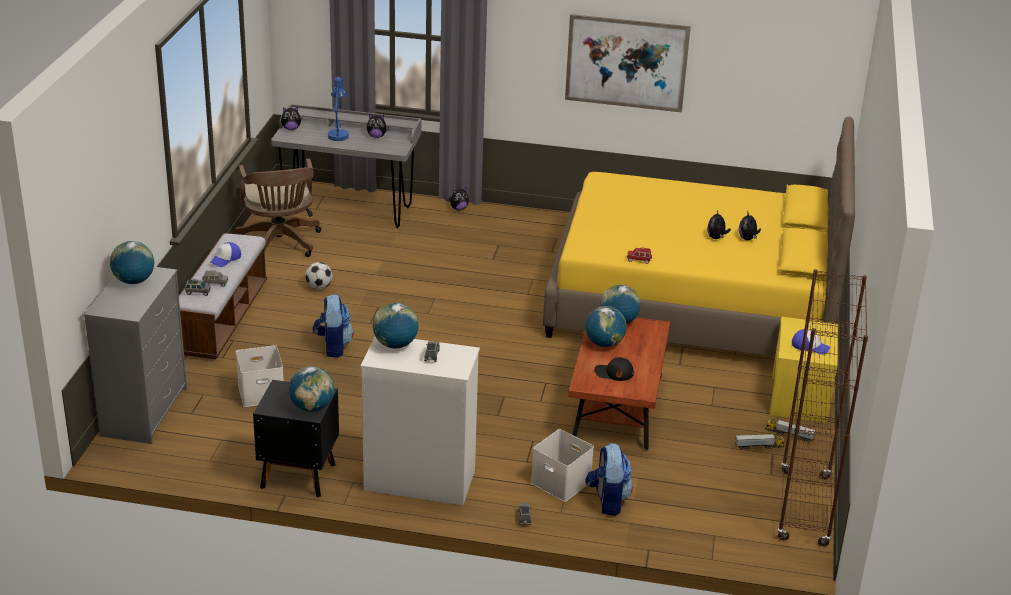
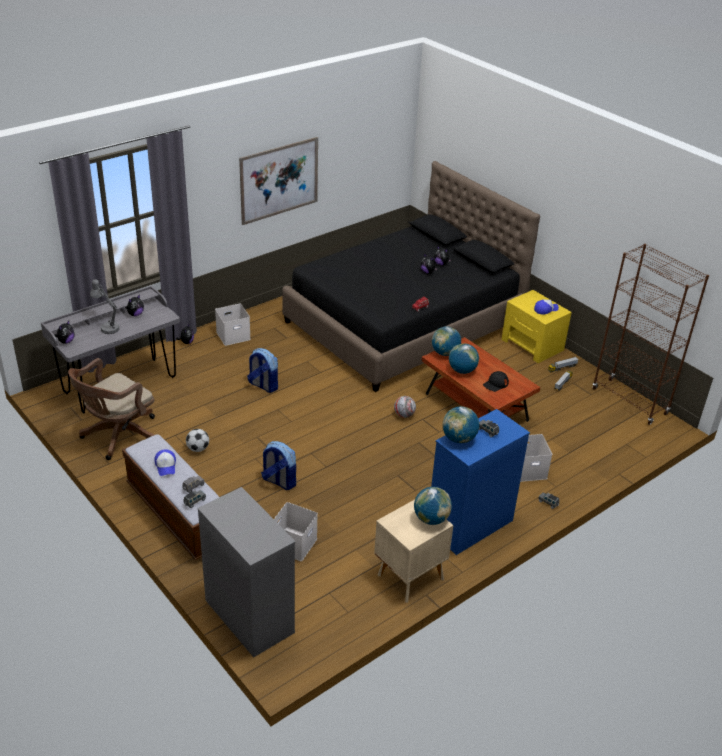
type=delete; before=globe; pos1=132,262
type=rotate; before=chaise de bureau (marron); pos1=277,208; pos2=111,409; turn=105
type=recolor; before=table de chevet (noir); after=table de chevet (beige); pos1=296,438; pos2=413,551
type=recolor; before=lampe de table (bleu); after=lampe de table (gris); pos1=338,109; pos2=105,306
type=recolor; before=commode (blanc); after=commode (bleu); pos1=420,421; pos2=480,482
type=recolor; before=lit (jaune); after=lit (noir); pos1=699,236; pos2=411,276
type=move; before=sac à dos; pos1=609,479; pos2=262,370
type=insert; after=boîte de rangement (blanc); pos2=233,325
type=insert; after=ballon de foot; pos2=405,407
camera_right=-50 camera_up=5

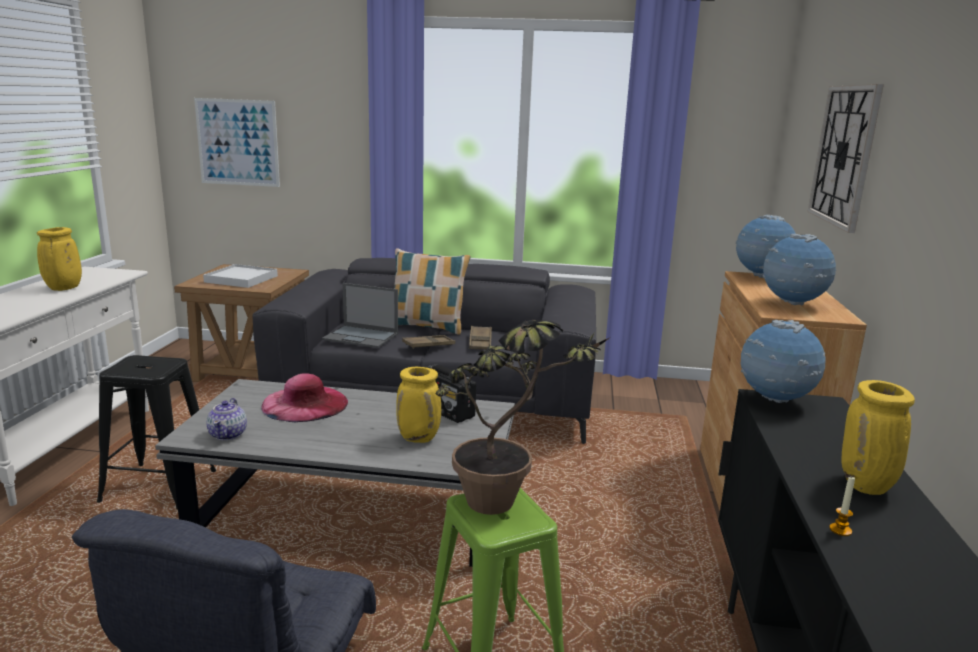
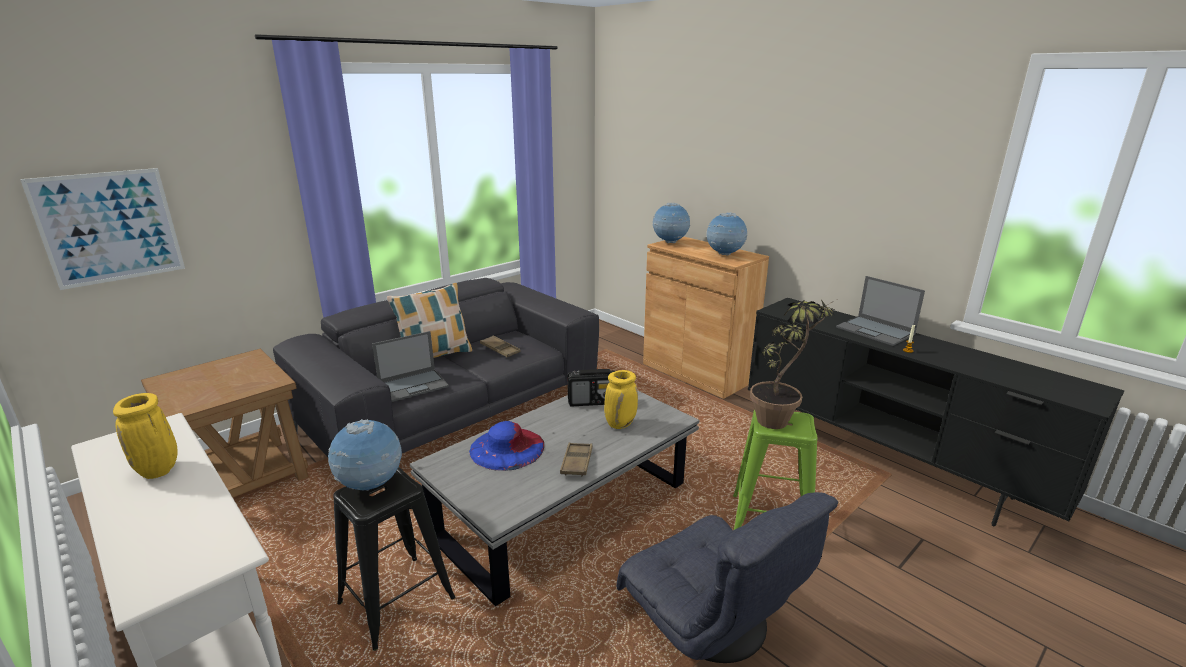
type=delete; before=plateau (blanc); pos1=240,276
type=delete; before=théière; pos1=226,419
type=recolor; before=chapeau (rose); after=chapeau (bleu); pos1=304,398; pos2=506,446
type=move; before=plateau (marron); pos1=428,342; pos2=576,459
type=move; before=globe; pos1=783,361; pos2=365,455
type=delete; before=horloge murale; pos1=845,158
type=replace; before=vase (jaune); after=ordinateur portable; pos1=878,437; pos2=880,311
camera_right=-50 camera_up=5

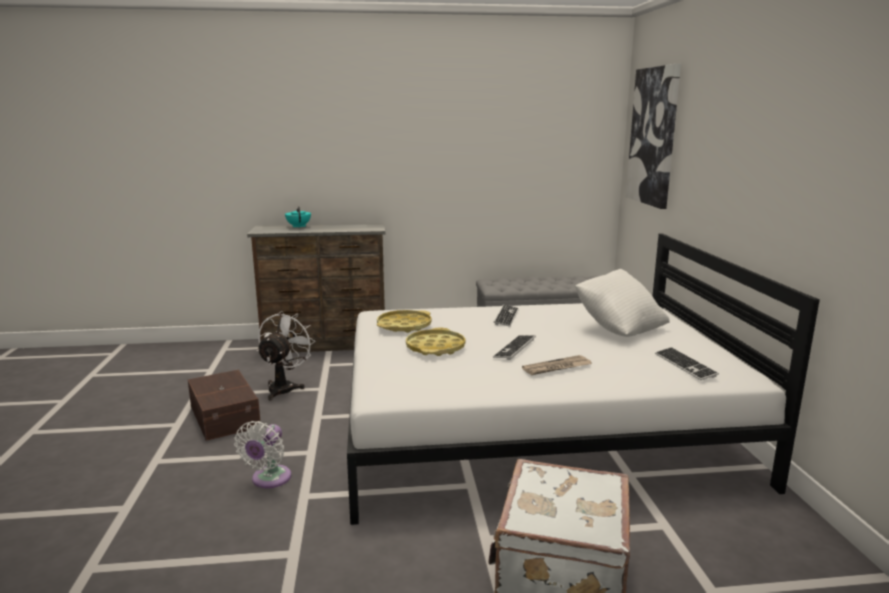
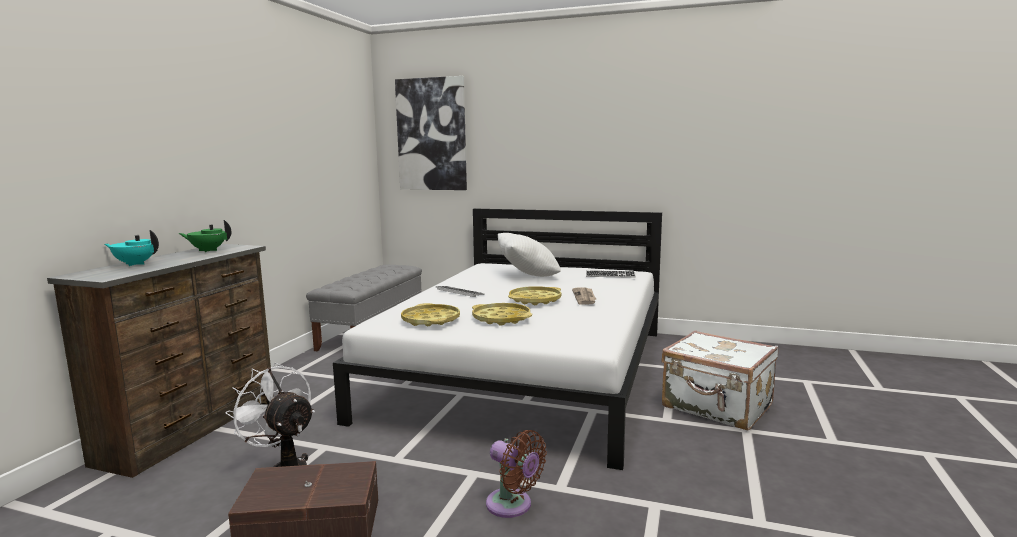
type=recolor; before=ventilateur (blanc); after=ventilateur (marron); pos1=262,454; pos2=516,474
type=replace; before=clavier; after=plateau (jaune); pos1=514,348; pos2=534,295
type=insert; after=théière (vert); pos2=205,236
camera_right=-65 camera_up=-5

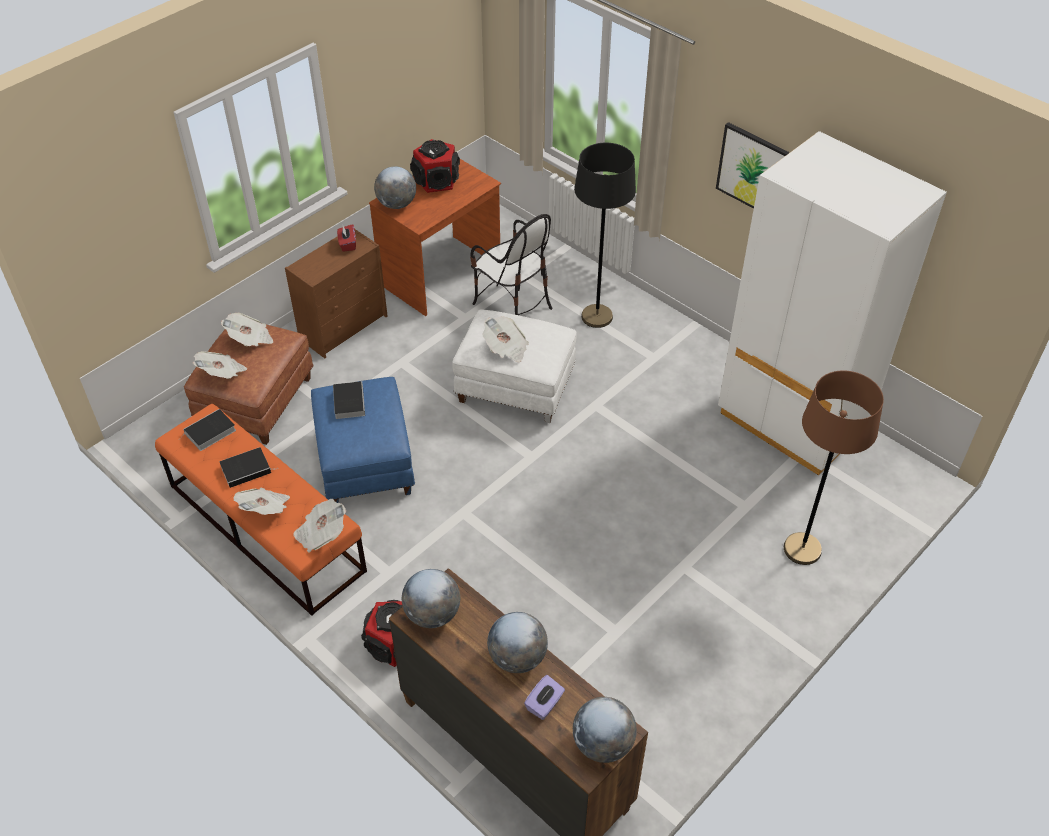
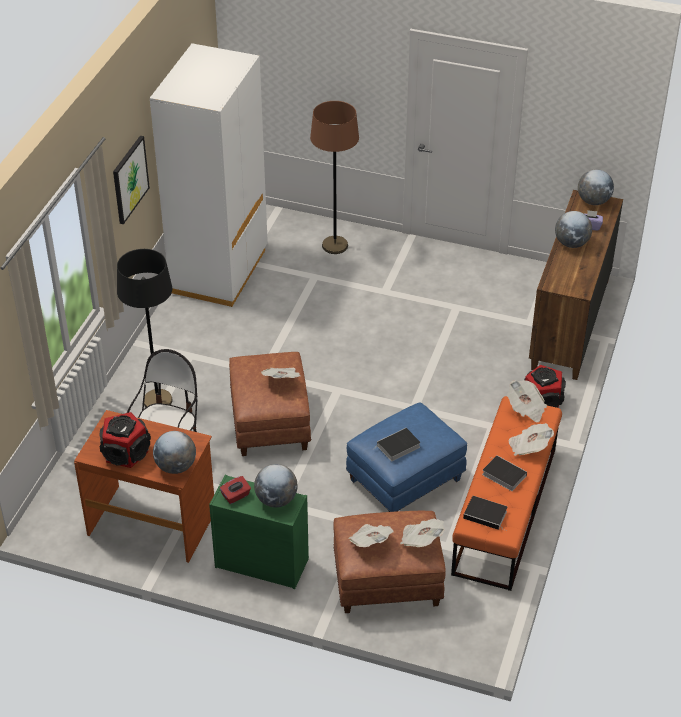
type=recolor; before=commode (marron); after=commode (vert); pos1=336,293; pos2=259,532
type=move; before=globe; pos1=431,598; pos2=276,485
type=recolor; before=pouf (blanc); after=pouf (marron); pos1=514,366; pos2=270,404
camera_right=-115 camera_up=-5

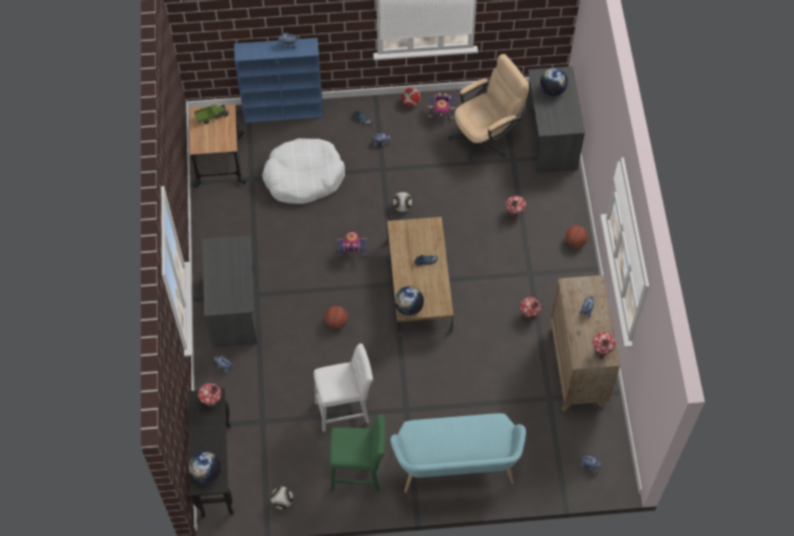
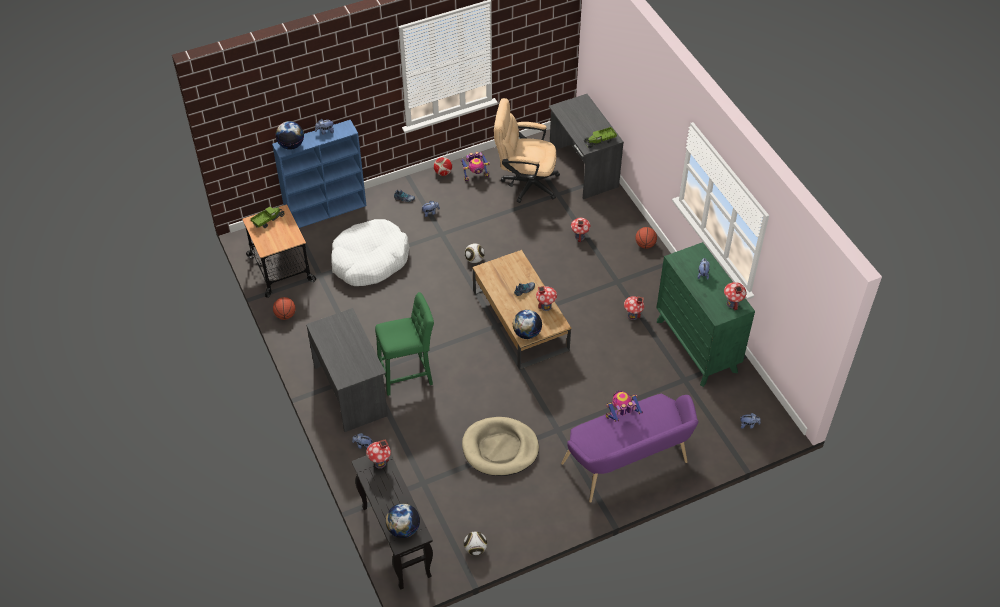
type=replace; before=tabouret (blanc); after=panier pour chien (beige); pos1=343,387; pos2=500,446
type=move; before=ballon de basket; pos1=336,317; pos2=284,308
type=move; before=tabouret (vert); pos1=358,453; pos2=404,344
type=move; before=robot jouet; pos1=352,243; pos2=624,406
type=recolor; before=banc (turquoise); after=banc (violet); pos1=458,453; pos2=629,448
type=rotate; before=chaise de bureau (beige); pos1=488,109; pos2=527,150; turn=-120
type=move; before=globe; pos1=554,82; pos2=290,135
type=recolor; before=commode (marron); after=commode (vert); pos1=584,343; pos2=706,314
type=insert; after=maison miniature; pos2=546,298
type=insert; after=camion jouet; pos2=600,138
camera_right=-20 camera_up=-10

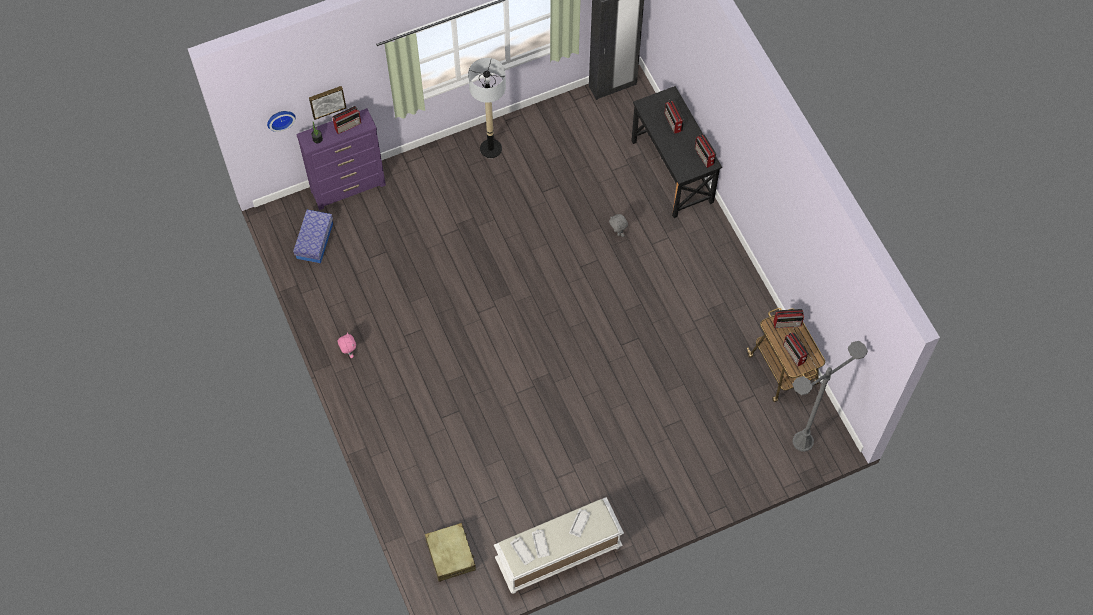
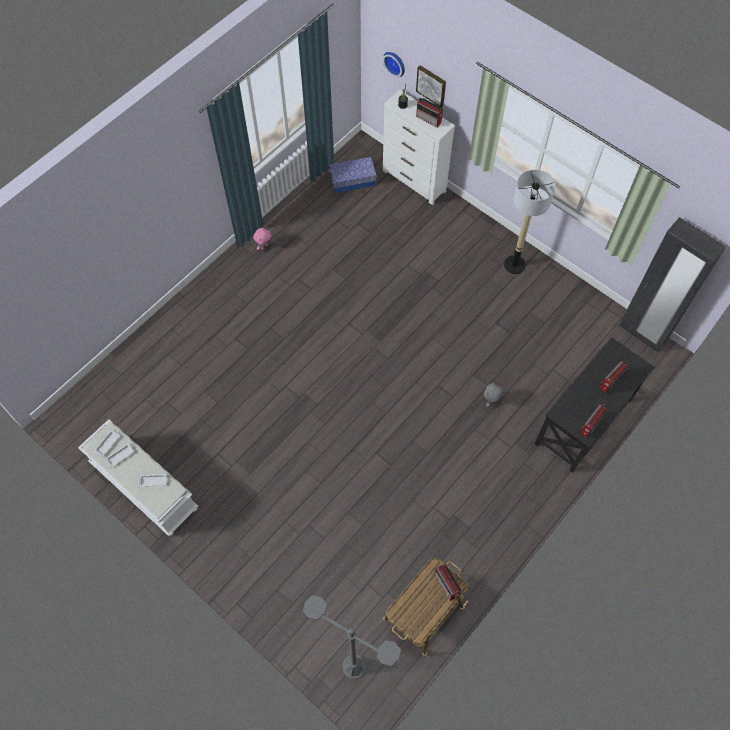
type=recolor; before=commode (violet); after=commode (blanc); pos1=341,159; pos2=419,147
type=delete; before=valise (beige); pos1=450,552
type=delete; before=radio; pos1=795,349
camera_right=65 camera_up=0

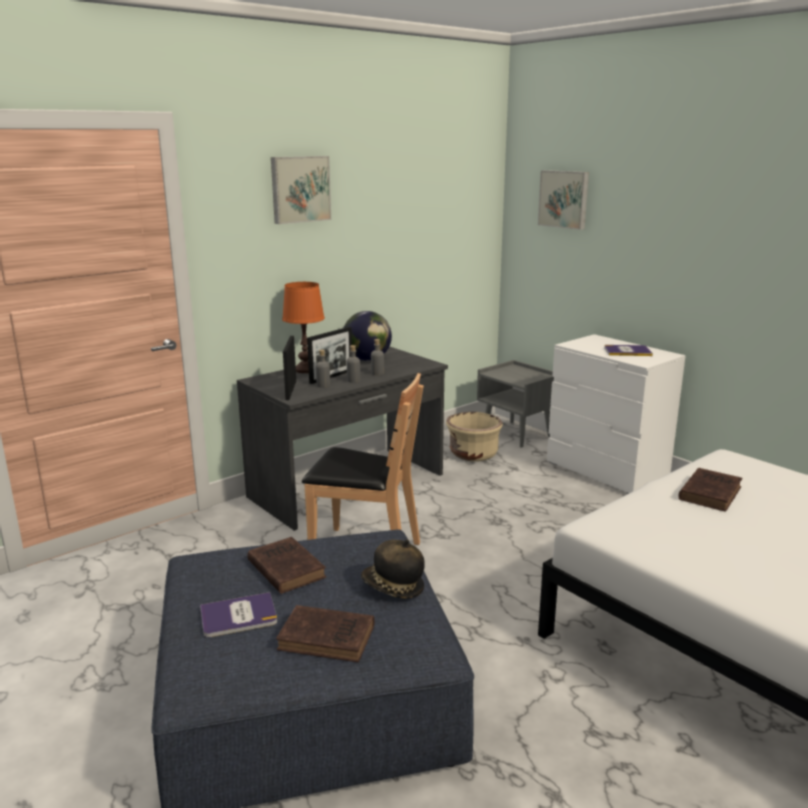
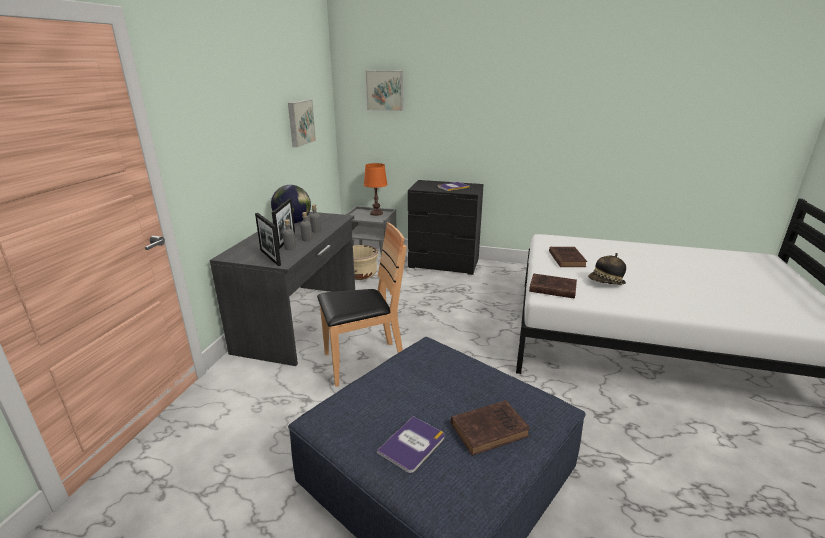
type=move; before=livre (marron); pos1=287,565; pos2=553,286
type=move; before=tableau; pos1=301,190; pos2=302,123
type=move; before=lampe de table (orange); pos1=303,327; pos2=376,189
type=move; before=chapeau; pos1=393,569; pos2=607,269
type=recolor; before=commode (blanc); after=commode (noir); pos1=616,414; pos2=446,227
camera_right=-35 camera_up=5

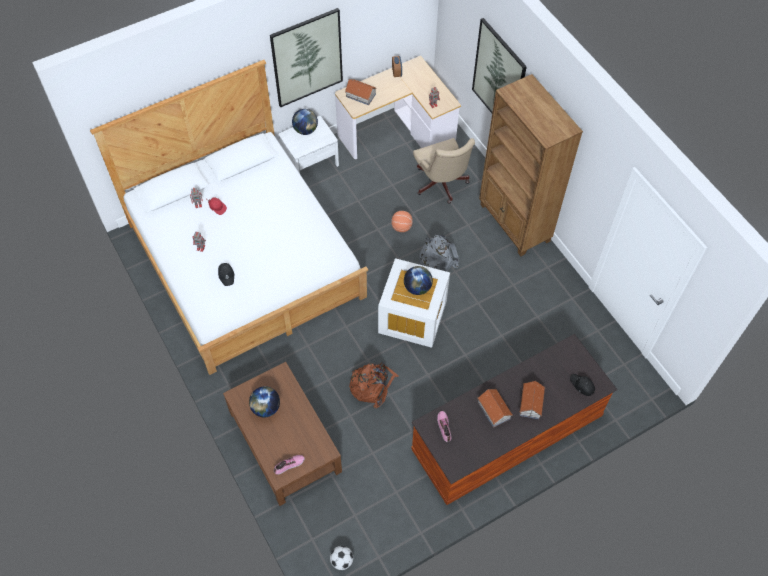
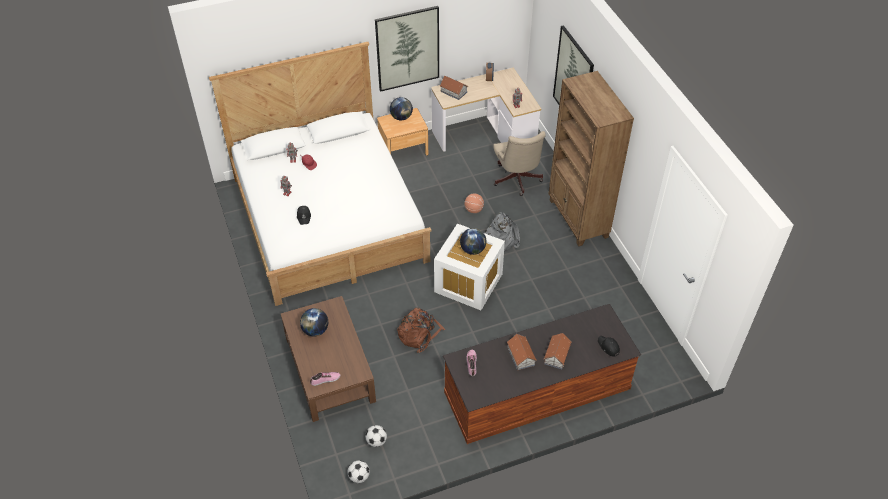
type=recolor; before=table de chevet (blanc); after=table de chevet (marron); pos1=309,144; pos2=402,132
type=insert; after=ballon de foot; pos2=376,436
camera_right=10 camera_up=-10

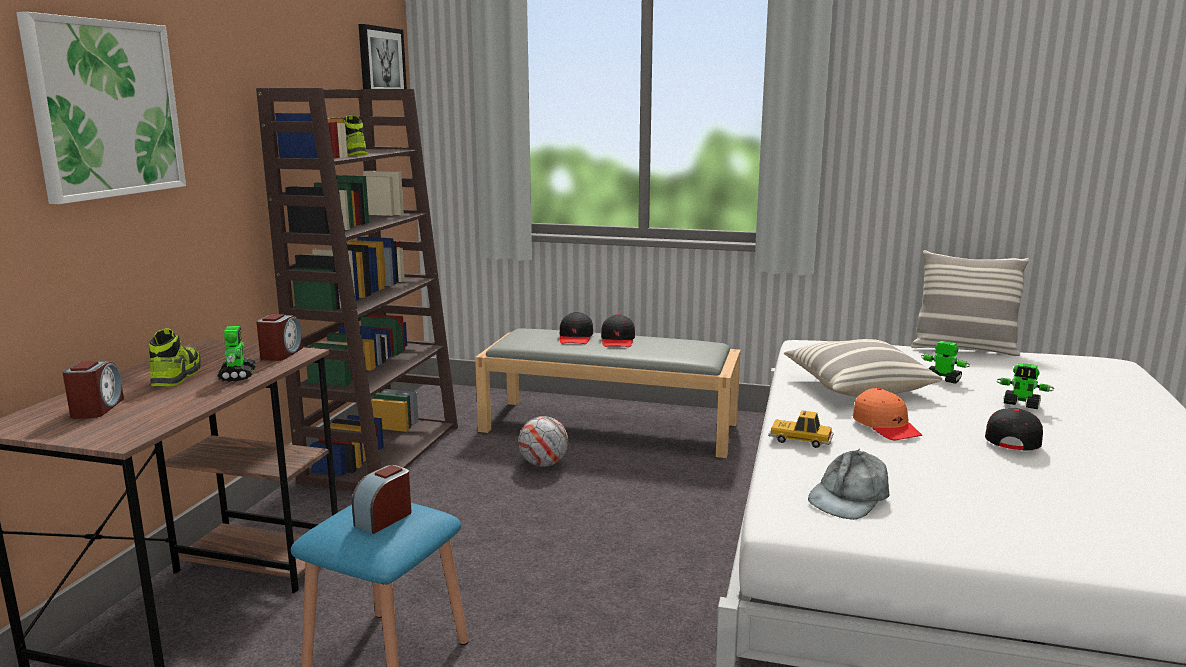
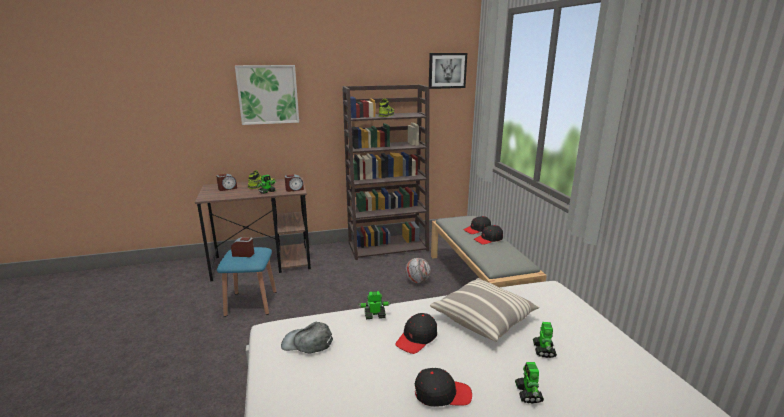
type=replace; before=petite voiture; after=robot jouet; pos1=801,429; pos2=374,305
type=recolor; before=casquette (orange); after=casquette (noir); pos1=887,414; pos2=416,333
type=delete; before=coussin; pos1=970,303
camera_right=60 camera_up=5

